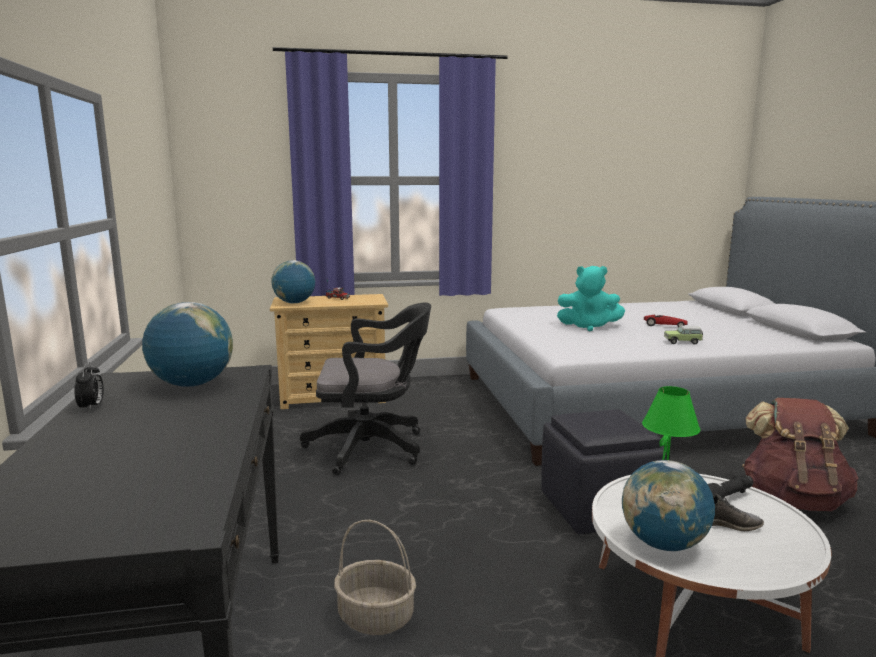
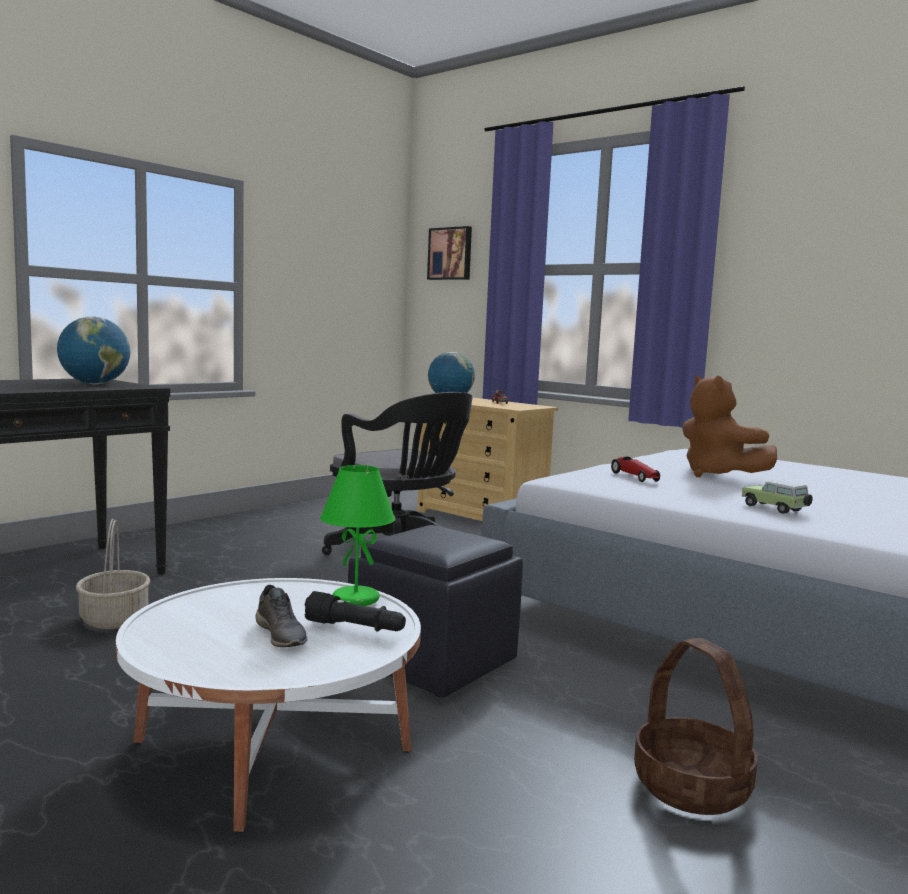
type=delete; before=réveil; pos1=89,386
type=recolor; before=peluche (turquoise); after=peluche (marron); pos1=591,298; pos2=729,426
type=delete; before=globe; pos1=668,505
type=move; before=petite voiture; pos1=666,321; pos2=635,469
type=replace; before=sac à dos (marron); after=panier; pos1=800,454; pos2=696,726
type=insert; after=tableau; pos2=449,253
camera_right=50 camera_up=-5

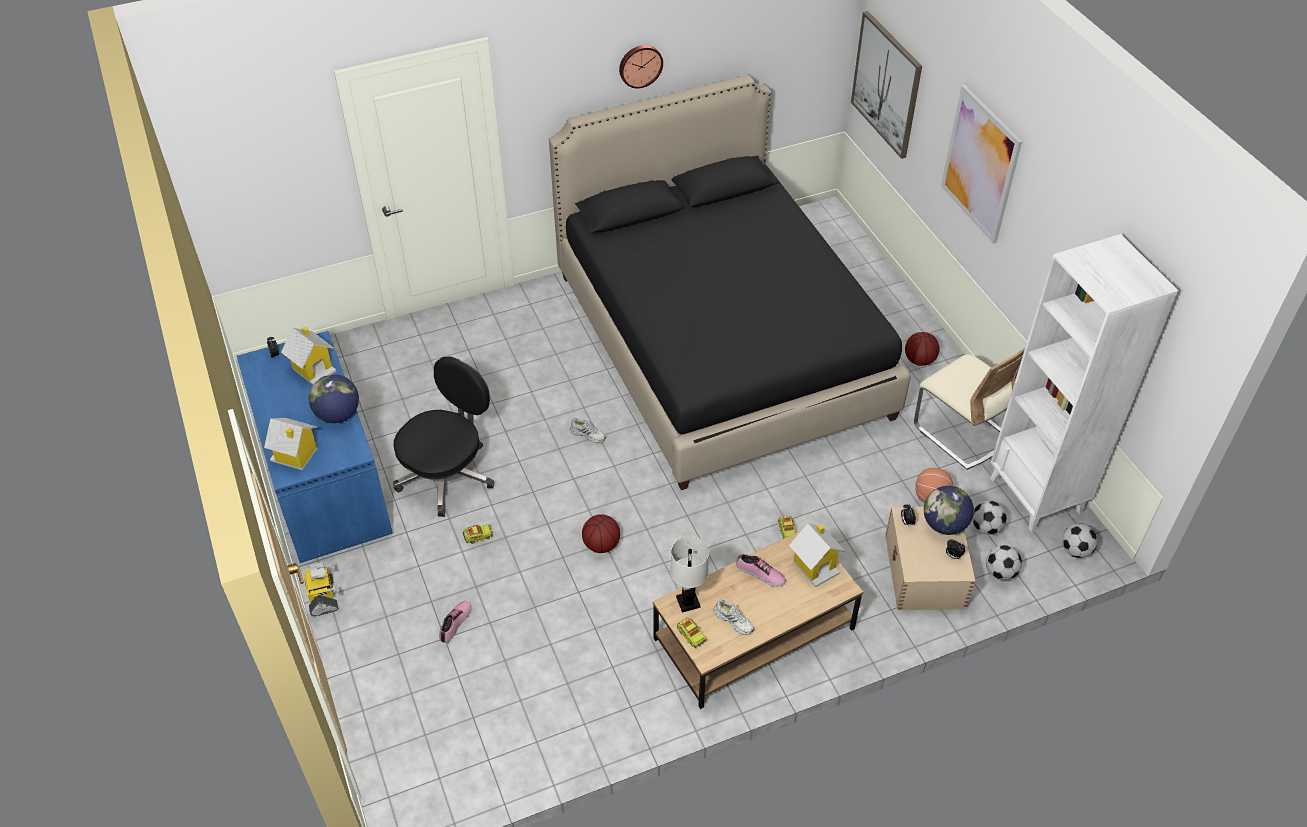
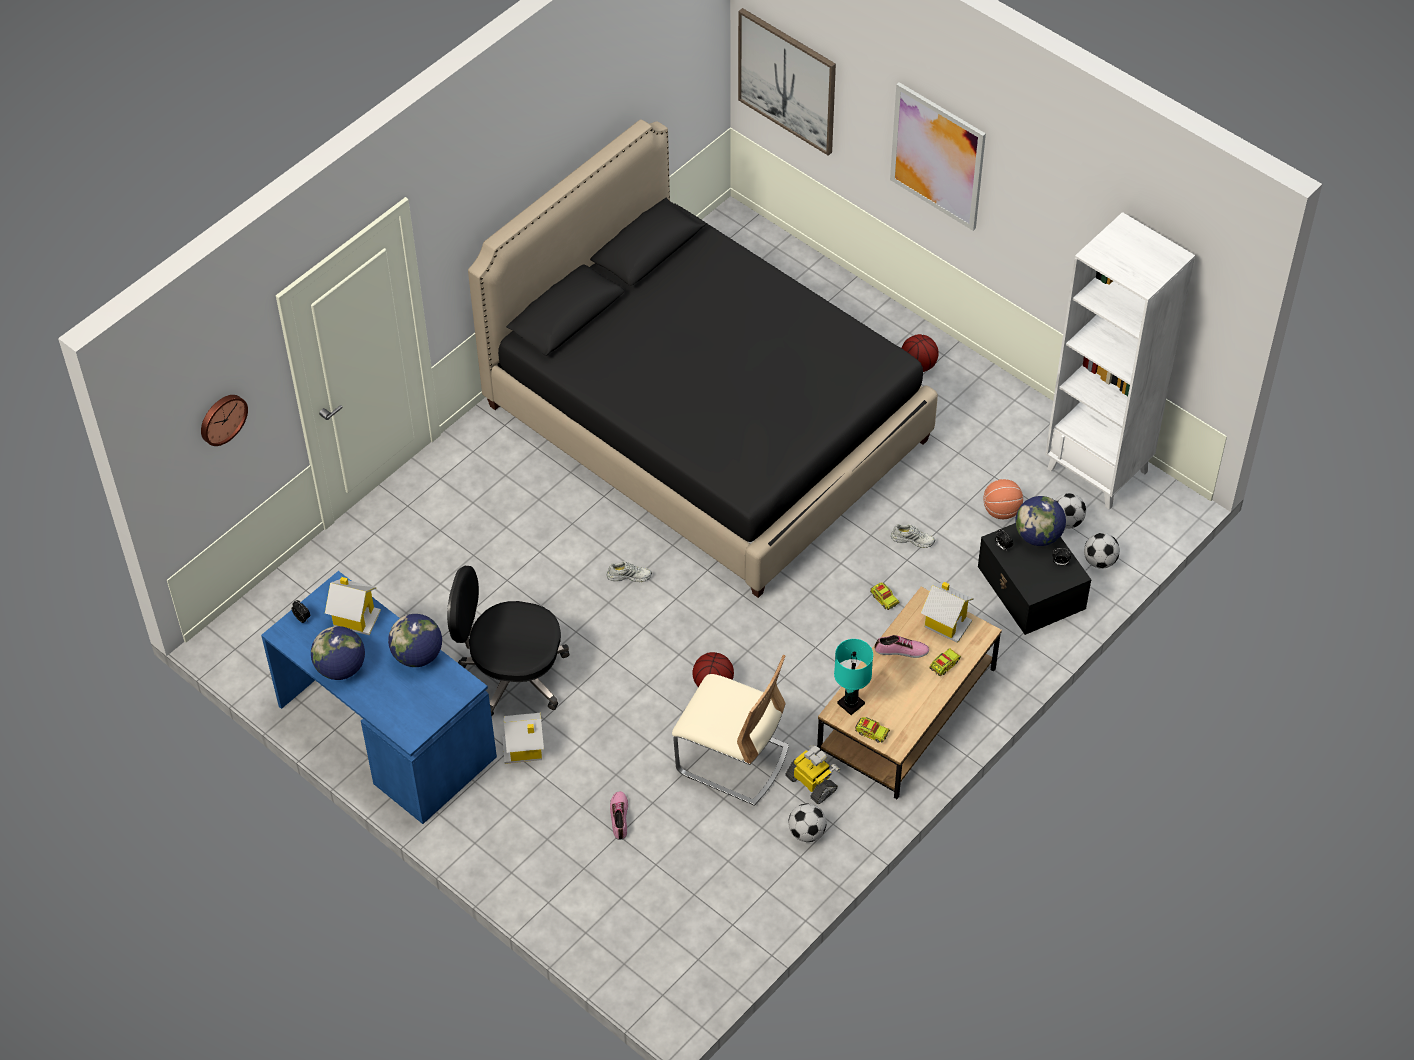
type=move; before=maison miniature; pos1=290,444; pos2=523,738
type=move; before=robot jouet; pos1=322,589; pos2=812,774
type=rotate; before=chaise de bureau (noir); pos1=443,436; pos2=508,641; turn=-90
type=move; before=camion jouet; pos1=478,534; pos2=945,662
type=move; before=horloge murale; pos1=641,66; pos2=224,420
type=recolor; before=lampe de table (blanc); after=lampe de table (turquoise); pos1=690,574; pos2=853,677
type=move; before=chaussure (blanc); pos1=733,617; pos2=913,536
type=recolor; before=boîte de rangement (beige); after=boîte de rangement (noir); pos1=930,558; pos2=1034,579
type=move; before=chaise (beige); pos1=969,409; pos2=730,730
type=move; before=ballon de foot; pos1=1080,540; pos2=807,823
type=insert; after=globe; pos2=338,653
camera_right=-25 camera_up=5

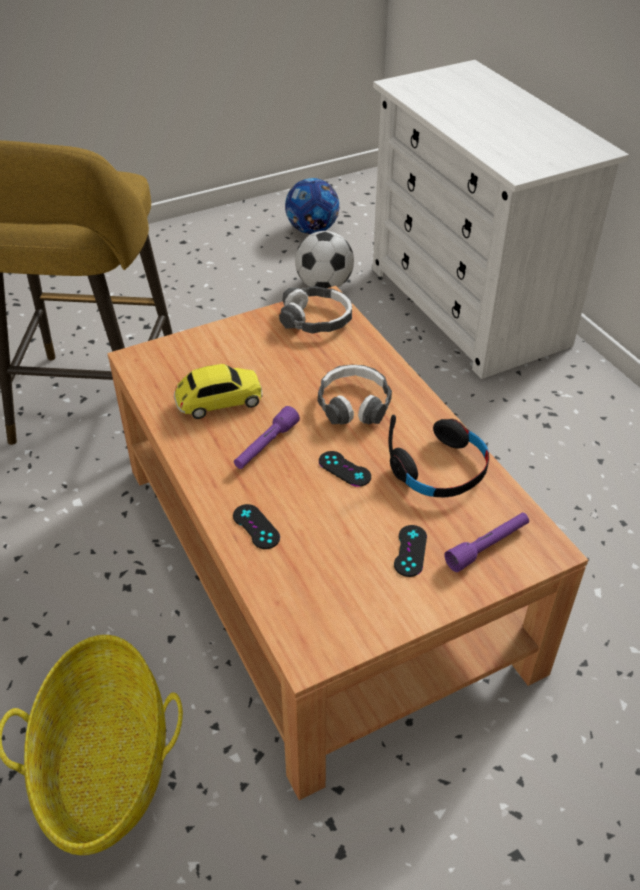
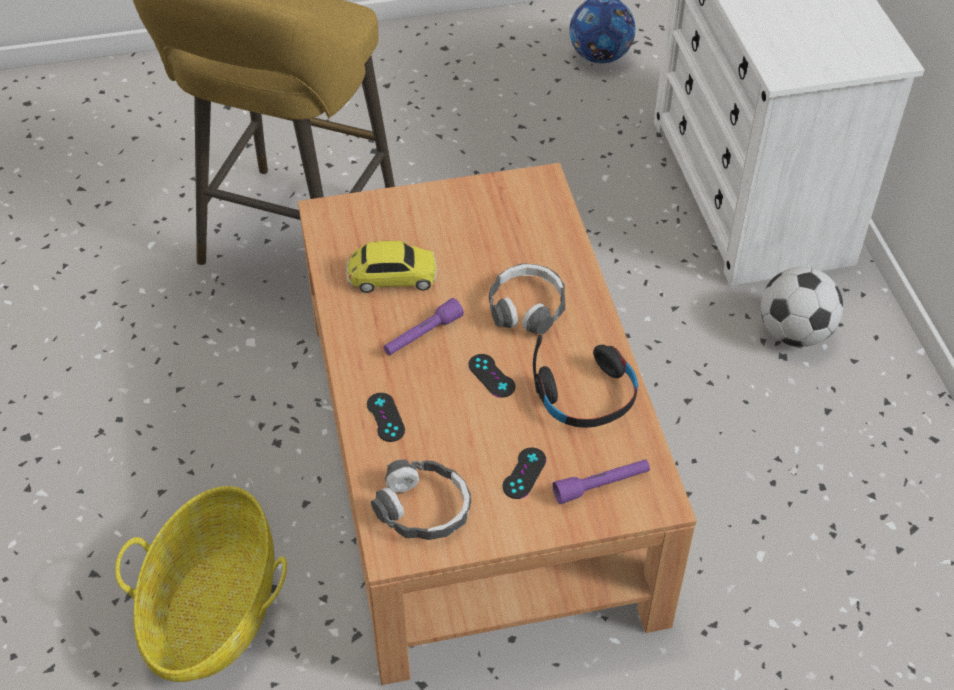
type=move; before=casque audio; pos1=315,310; pos2=421,499
type=move; before=ballon de foot; pos1=324,259; pos2=802,307
camera_right=15 camera_up=5

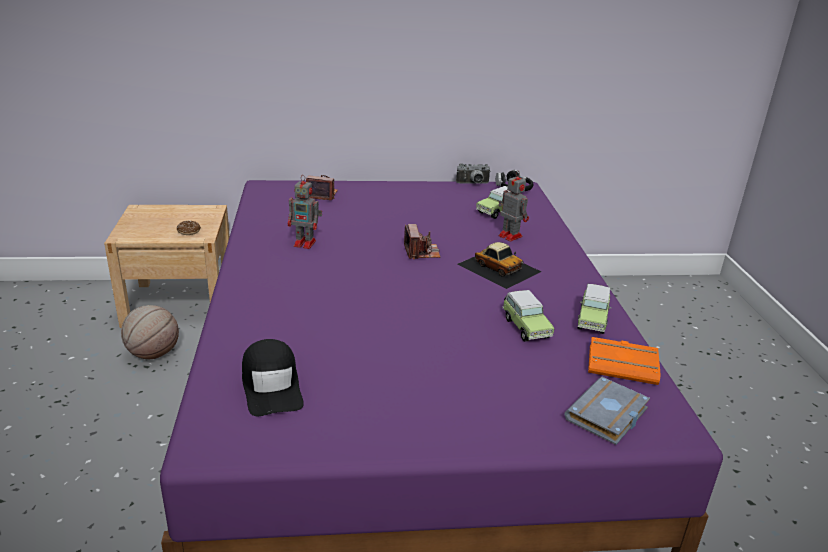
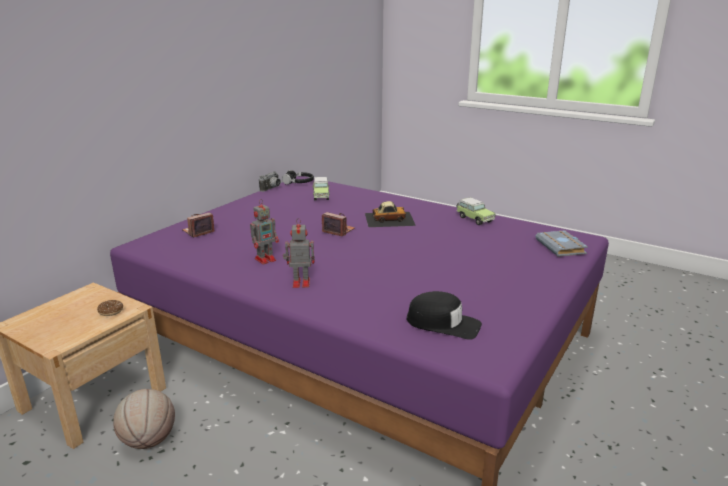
type=move; before=robot jouet; pos1=513,206; pos2=298,253
type=delete; before=petite voiture; pos1=528,316
type=delete; before=livre (orange); pos1=624,361
camera_right=-50 camera_up=-5

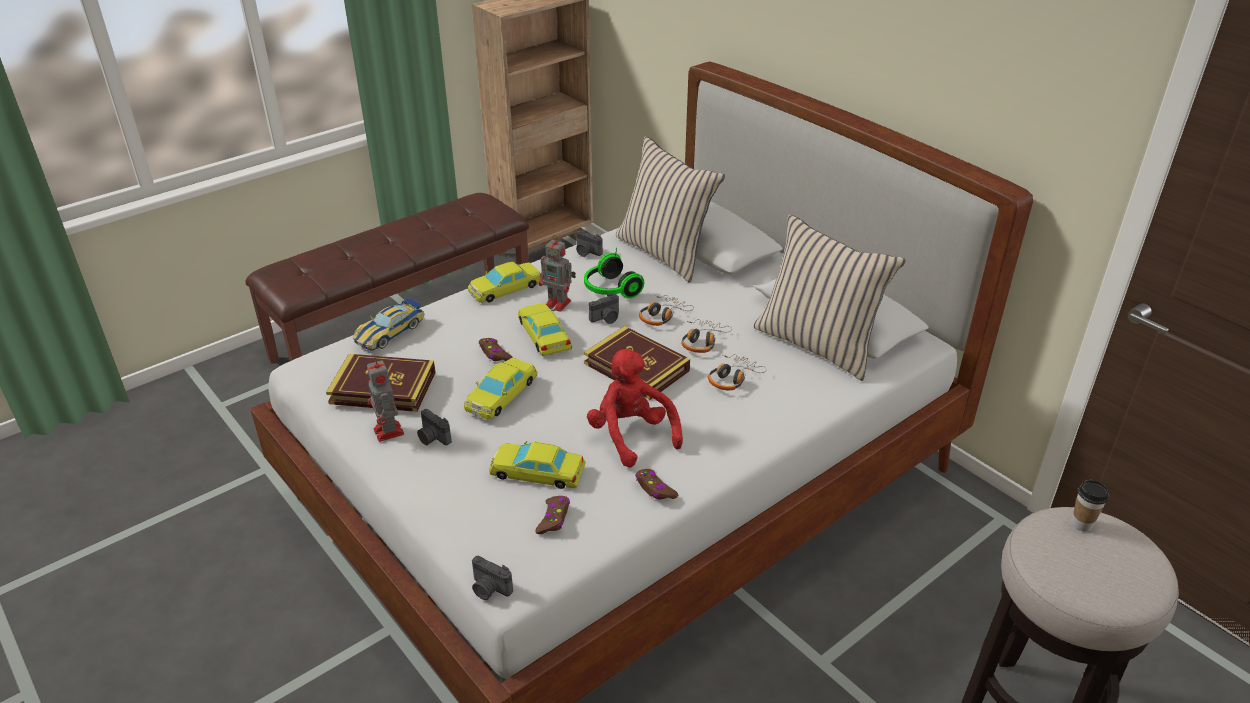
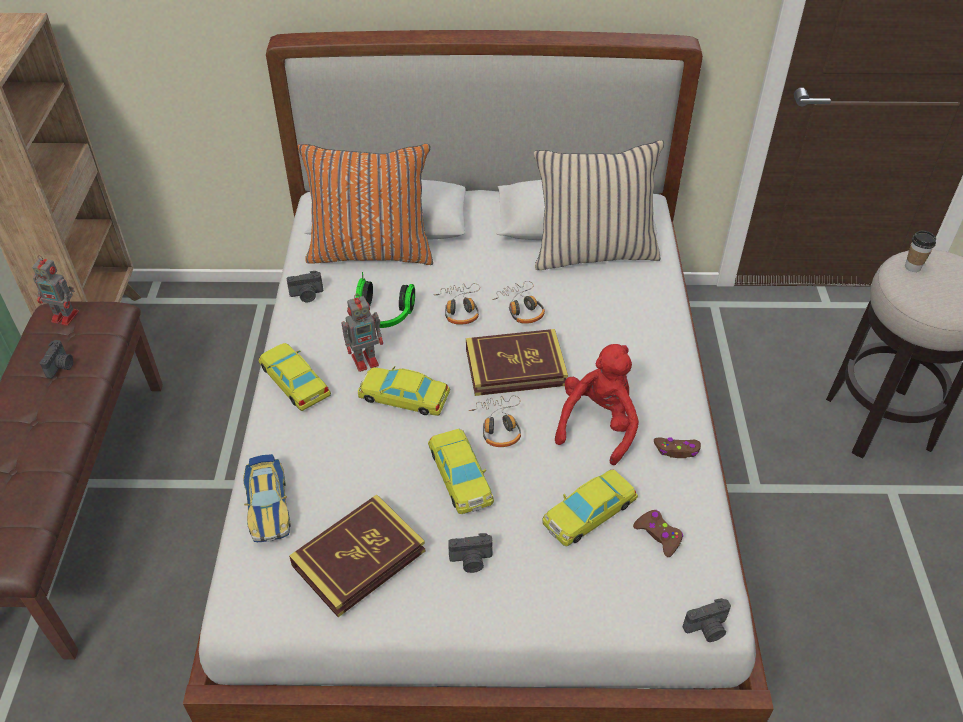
type=move; before=robot jouet; pos1=385,399; pos2=55,290
type=rotate; before=petite voiture (jaune); pos1=505,282; pos2=295,377; turn=135
type=delete; before=manette (marron); pos1=496,349
type=rotate; before=peluche (rouge); pos1=635,408; pos2=597,404; turn=105
type=move; before=appareil photo; pos1=604,308; pos2=56,359
type=recolor; before=coussin (beige); after=coussin (orange); pos1=670,210; pos2=365,204
type=move; before=casque audio; pos1=737,372; pos2=495,421
camera_right=-50 camera_up=10

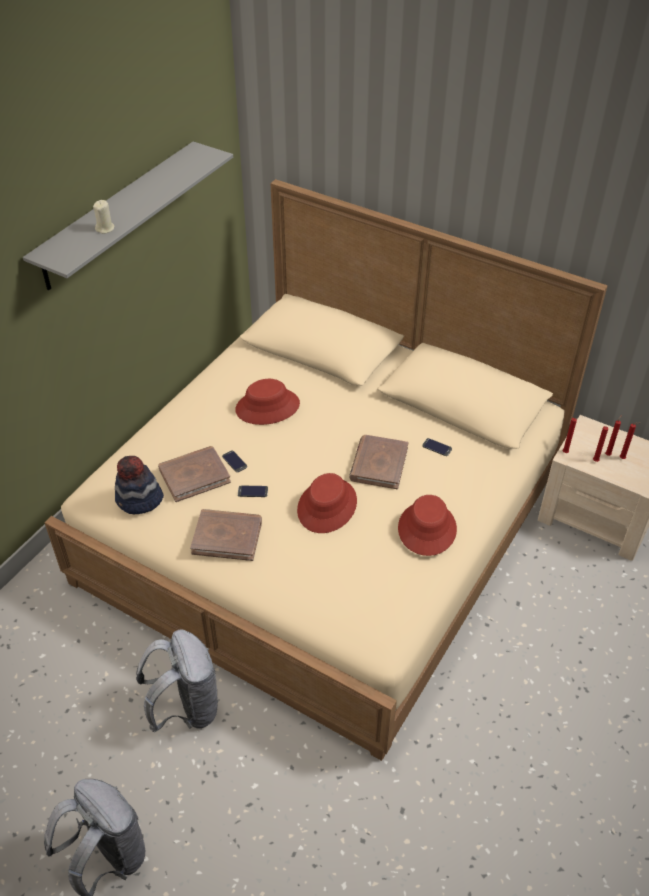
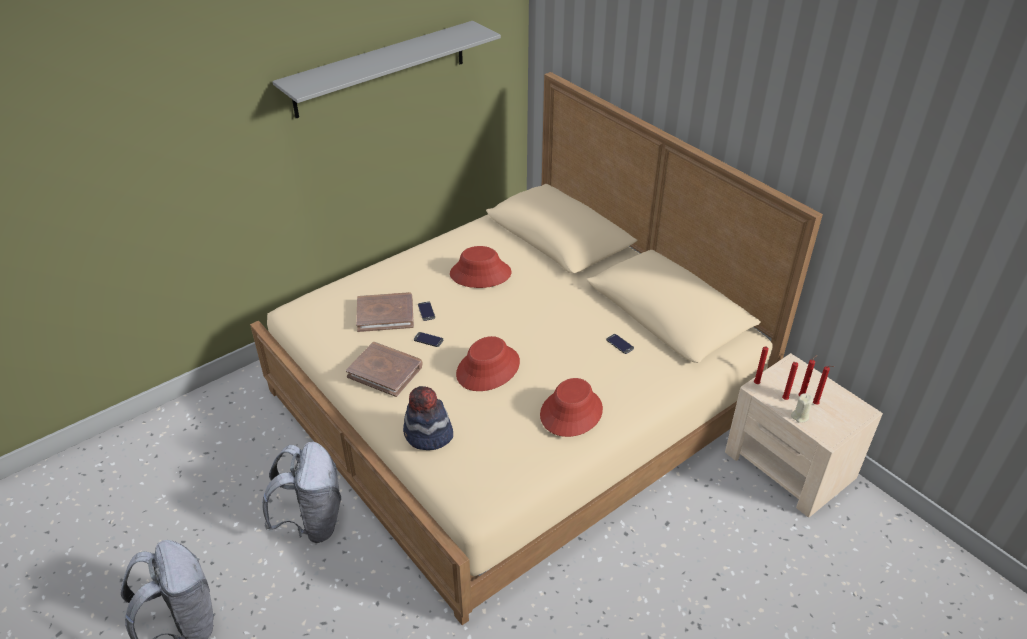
type=move; before=bougie (beige); pos1=103,217; pos2=802,408
type=move; before=chapeau; pos1=139,485; pos2=428,418
type=delete; before=livre (marron); pos1=378,462
camera_right=20 camera_up=-5

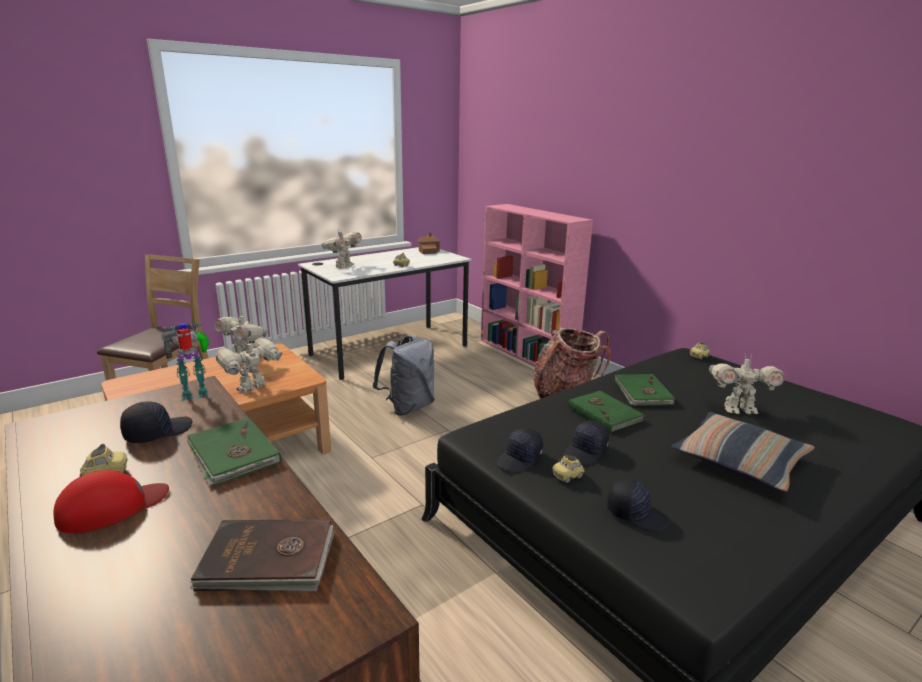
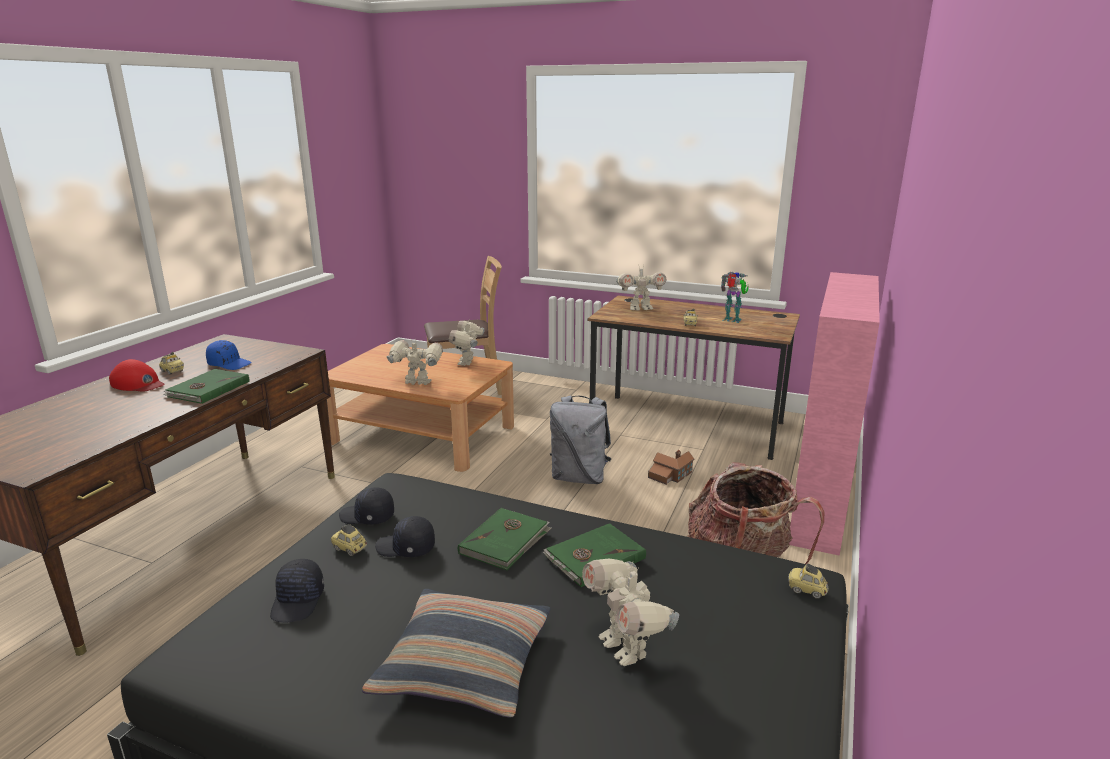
type=recolor; before=casquette (noir); after=casquette (bleu); pos1=156,422; pos2=229,355
type=move; before=robot jouet; pos1=185,361; pos2=735,297
type=delete; before=livre (marron); pos1=262,555
type=recolor; before=bureau (blanc); after=bureau (marron); pos1=385,313; pos2=694,378
type=move; before=maison miniature; pos1=429,243; pos2=671,467
camera_right=60 camera_up=0

